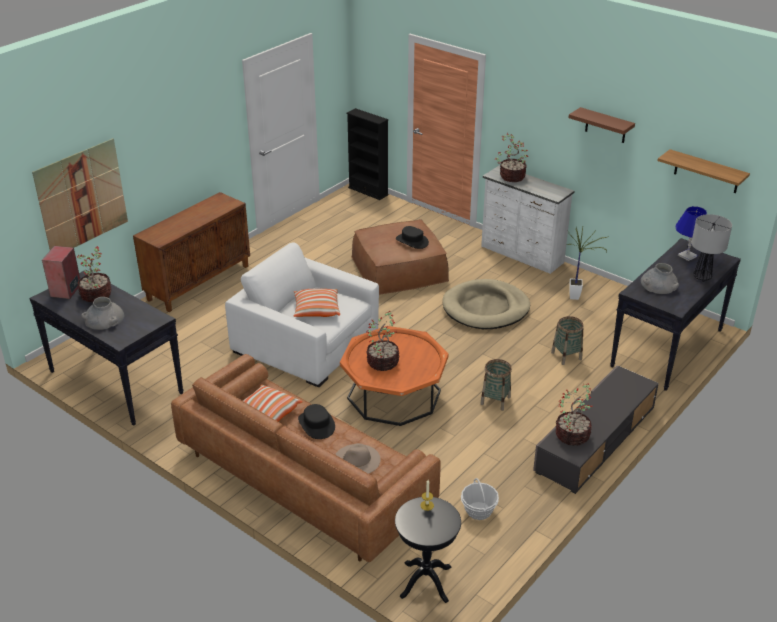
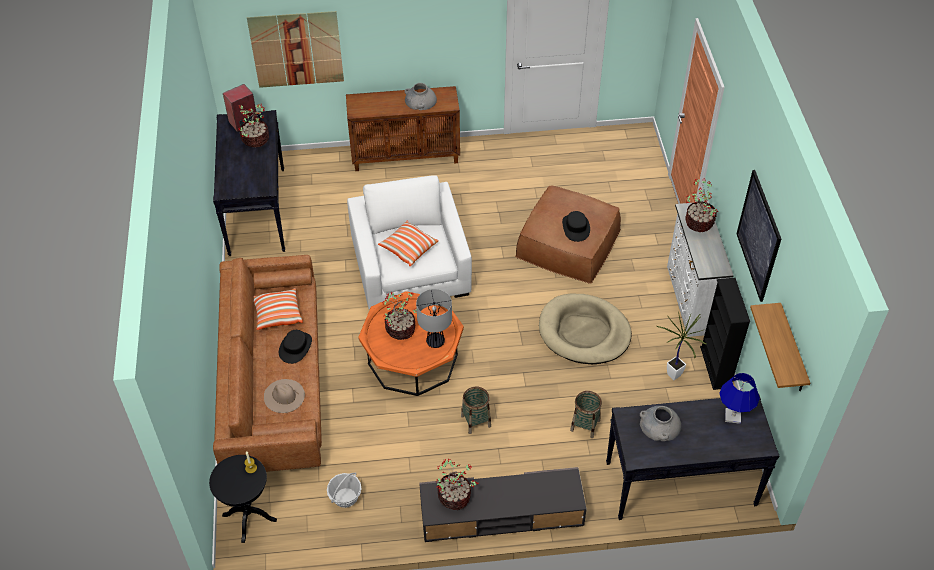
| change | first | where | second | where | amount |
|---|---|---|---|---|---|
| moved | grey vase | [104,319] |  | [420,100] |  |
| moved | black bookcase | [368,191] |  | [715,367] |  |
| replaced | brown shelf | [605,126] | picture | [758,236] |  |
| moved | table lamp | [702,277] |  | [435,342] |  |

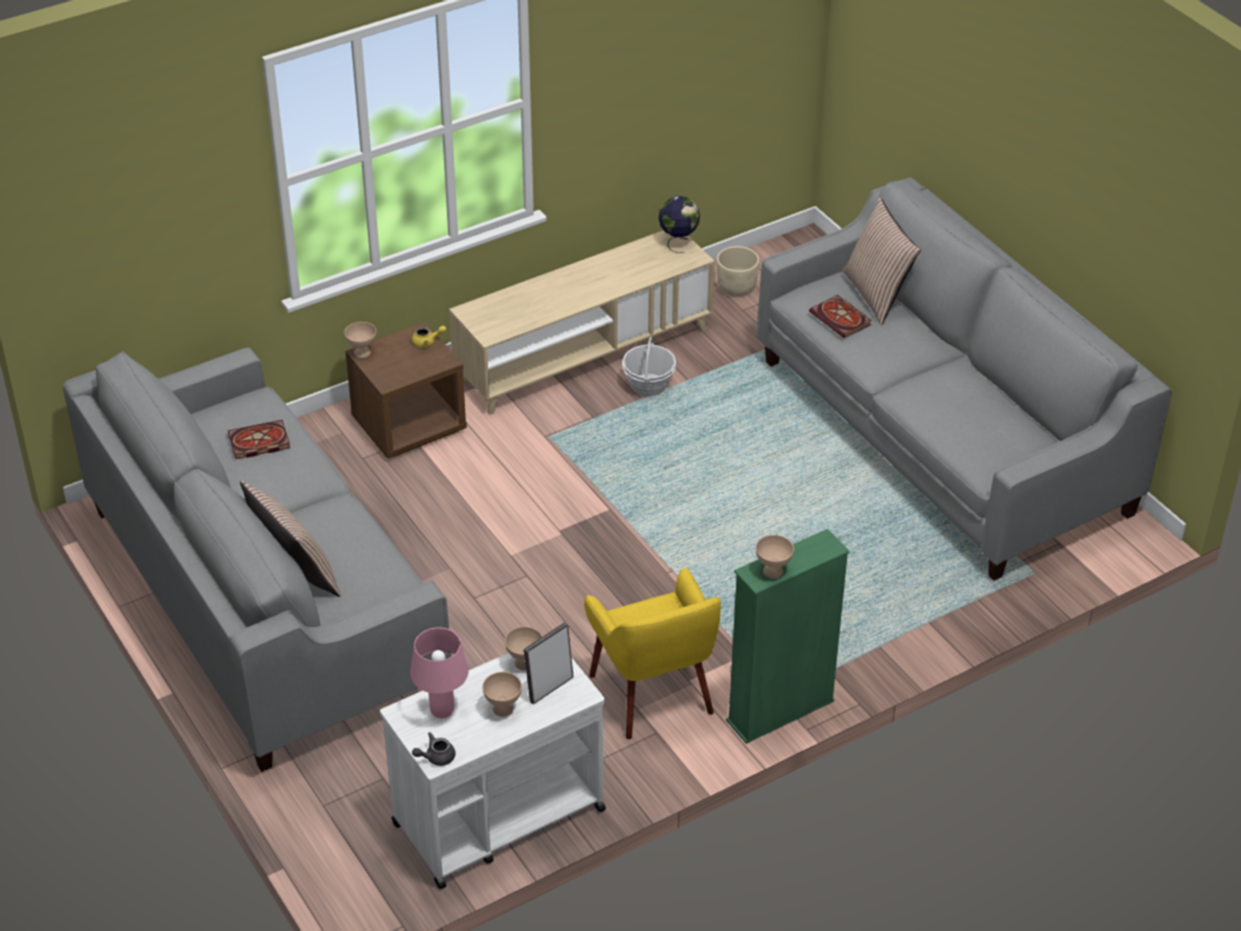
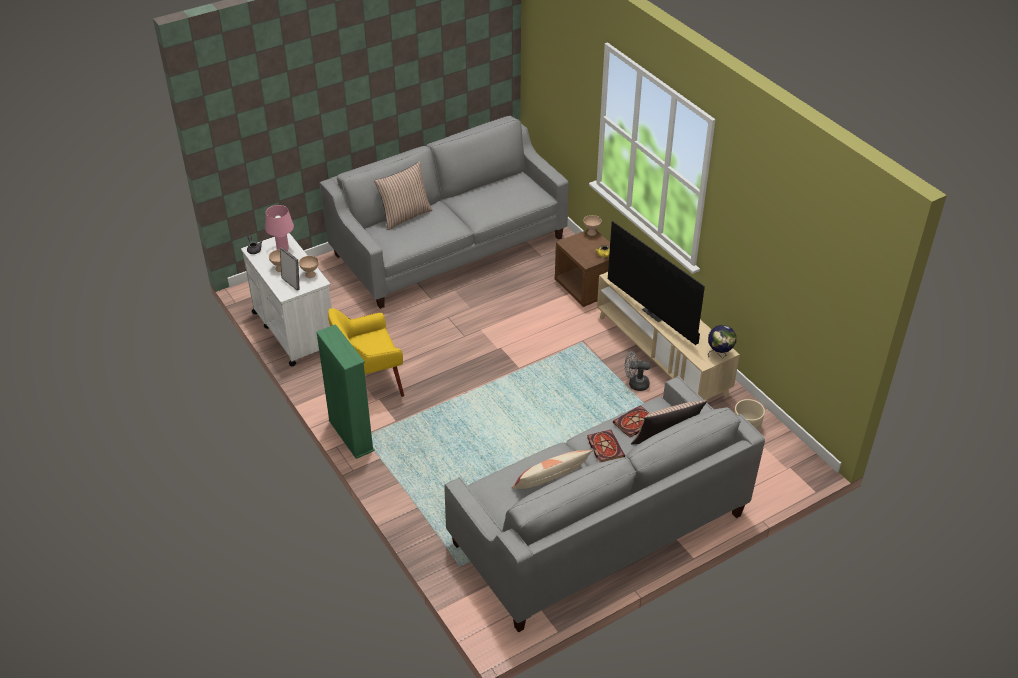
| change | first | where | second | where | amount |
|---|---|---|---|---|---|
| moved | book | [257,442] |  | [604,447] |  |
| replaced | basket | [648,385] | grey fan | [635,384] |  |
| removed | beige bowl | [773,571] |  |  |  |
| added |  |  | pillow | [551,480] |  |
| added |  |  | television | [656,313] |  |

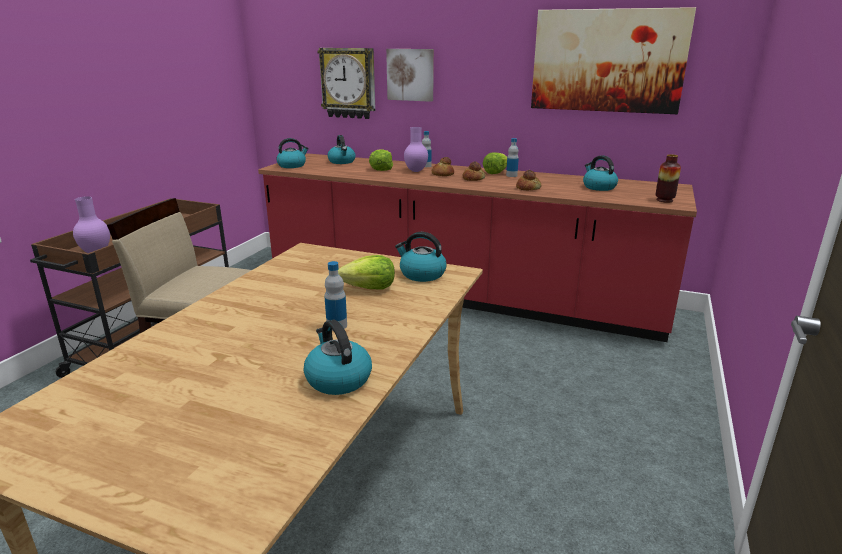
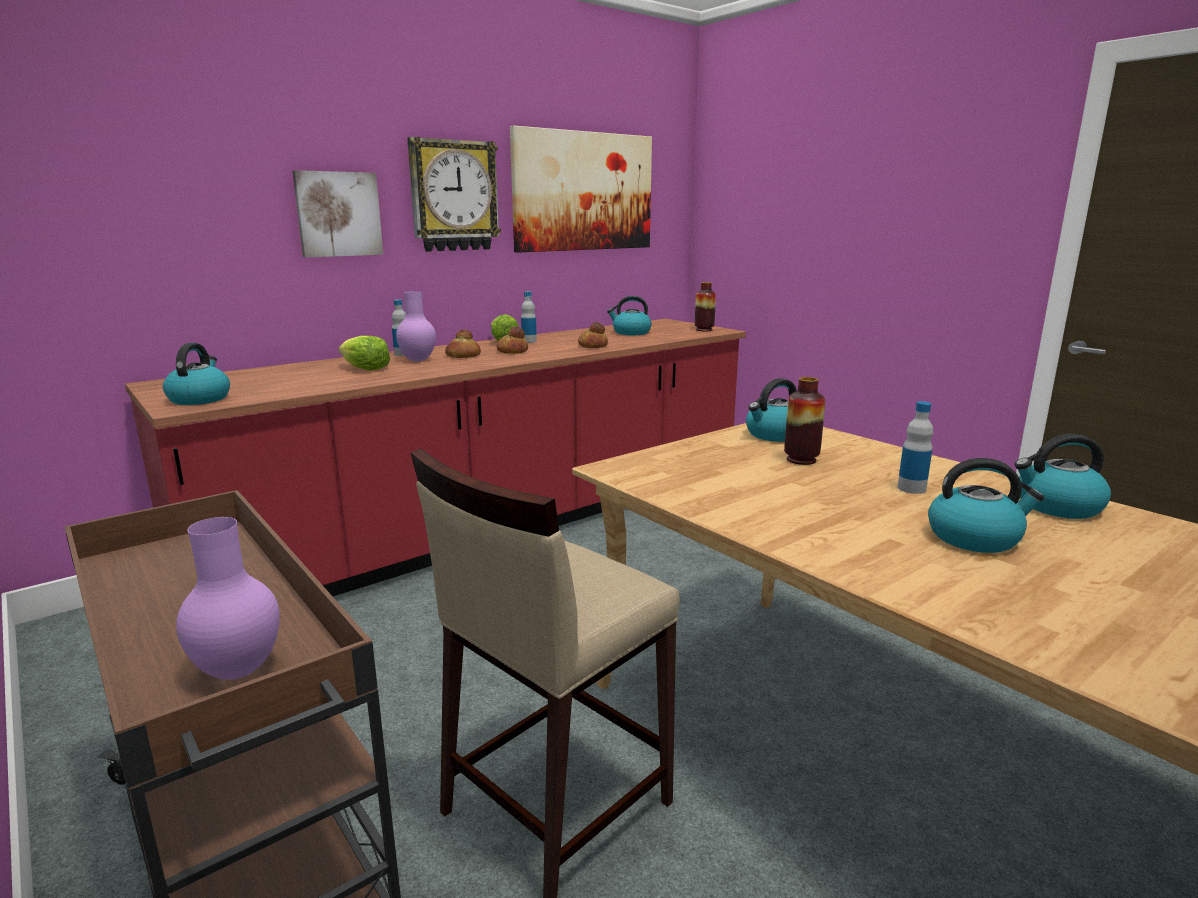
| change | first | where | second | where | amount |
|---|---|---|---|---|---|
| moved | wall clock | [348,83] |  | [453,196] |  |
| moved | kettle | [342,162] |  | [975,538] |  |
| replaced | lettuce | [369,288] | vase | [801,460] |  |

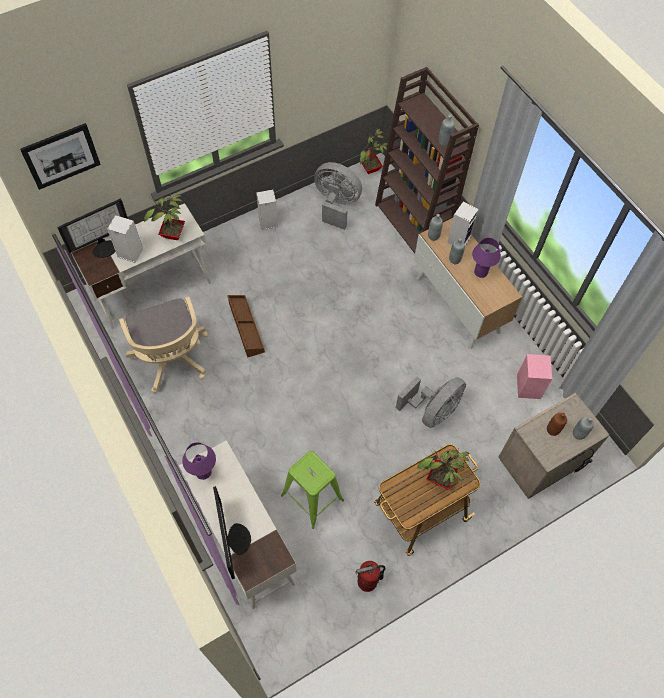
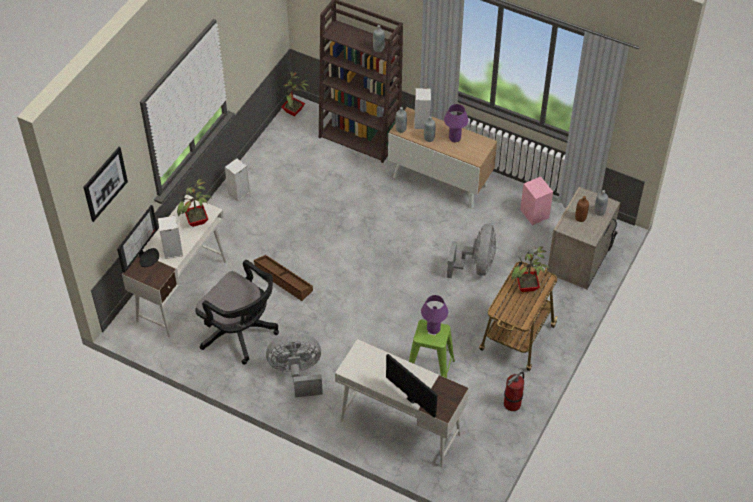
| change | first | where | second | where | amount |
|---|---|---|---|---|---|
| recoloured | beige office chair | [172,360] | black office chair | [241,334] |  |
| moved | purple table lamp | [203,472] |  | [433,329] |  |
| moved | grey fan | [336,205] |  | [297,374] |  |

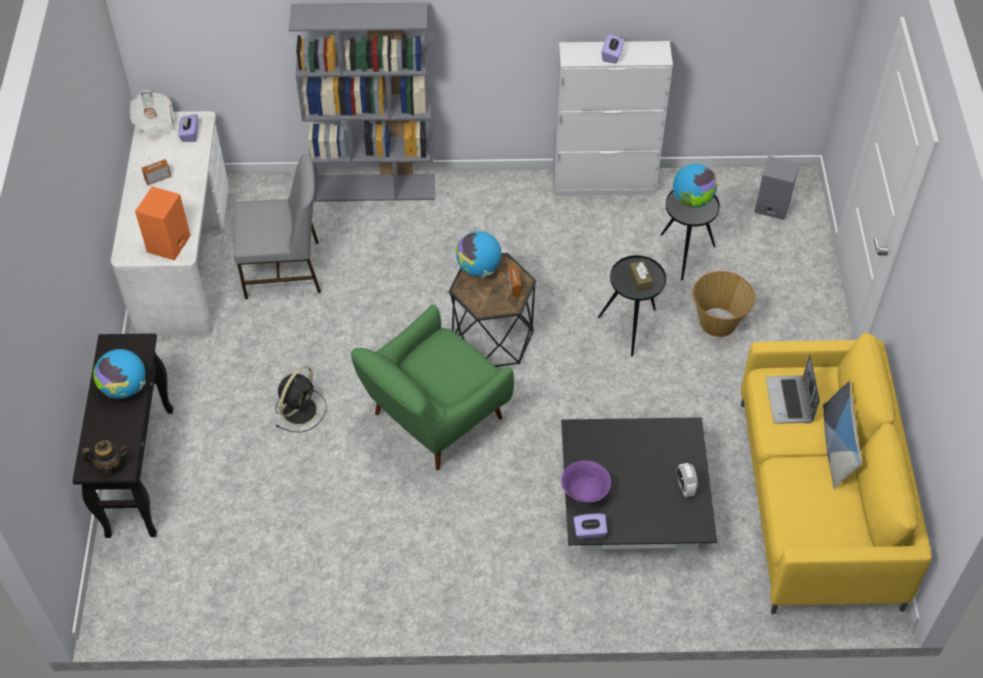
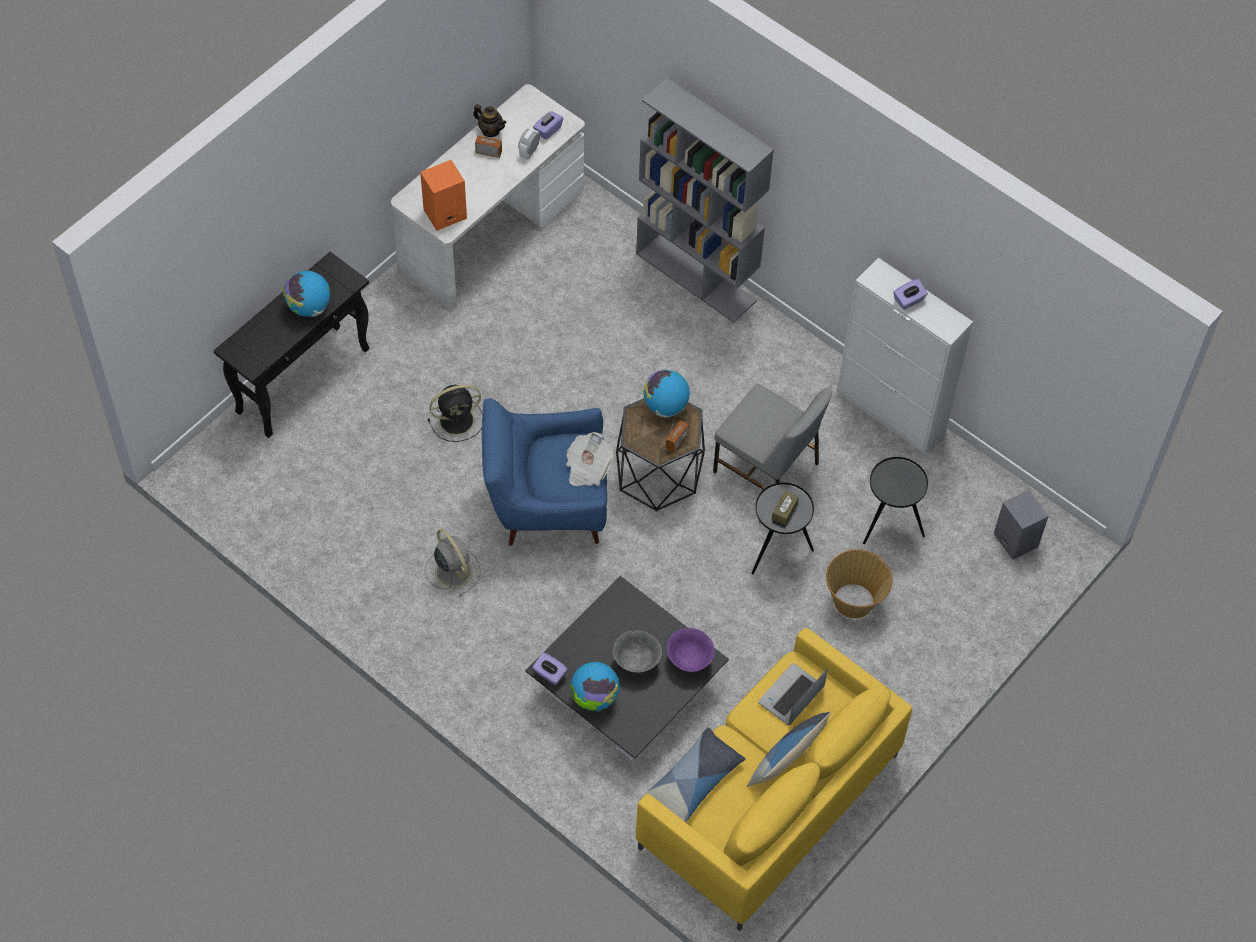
| change | first | where | second | where | amount |
|---|---|---|---|---|---|
| moved | teapot | [110,465] |  | [490,130] |  |
| moved | newspaper | [154,124] |  | [587,468] |  |
| moved | grey chair | [284,270] |  | [767,469] |  |
| recoloured | green armchair | [433,420] | blue armchair | [545,504] |  |
| moved | purple bowl | [585,492] |  | [689,660] |  |
| moved | globe | [692,201] |  | [594,697] |  |
| moved | alarm clock | [685,487] |  | [529,152] |  |
| added |  |  | grey fan | [453,569] |  |
| added |  |  | grey bowl | [636,661] |  |
| added |  |  | pillow | [694,782] |  |

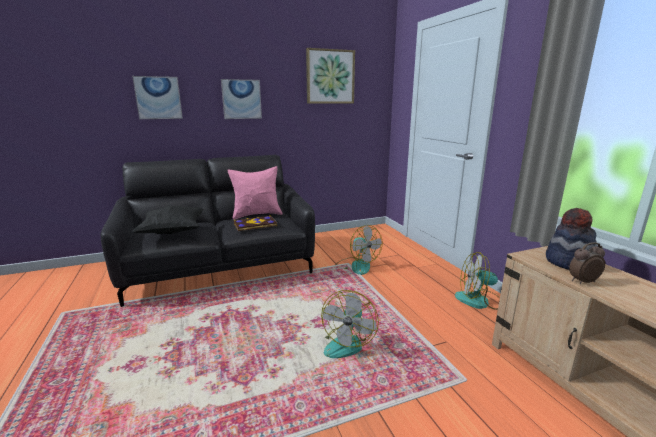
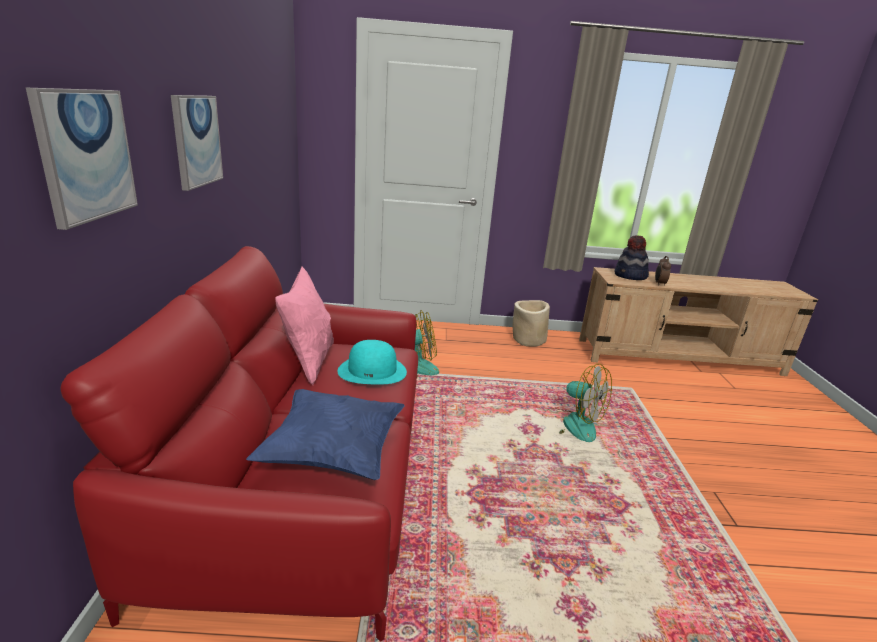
| change | first | where | second | where | amount |
|---|---|---|---|---|---|
| recoloured | black sofa | [220,266] | red sofa | [304,483] |  |
| recoloured | black pillow | [173,232] | blue pillow | [333,453] |  |
| replaced | book | [255,225] | turquoise hat | [372,371] |  |
| removed | picture | [330,77] |  |  |  |
| replaced | fan | [479,301] | beige planter | [528,340] |  |

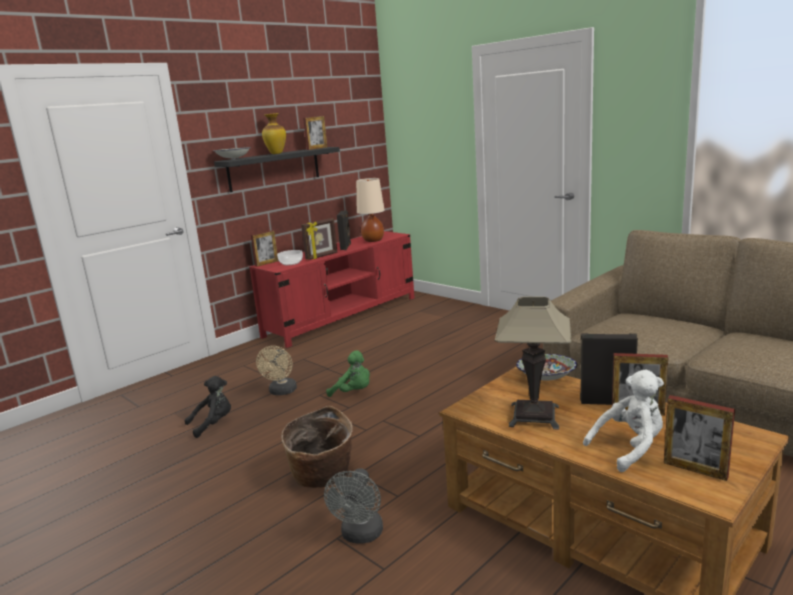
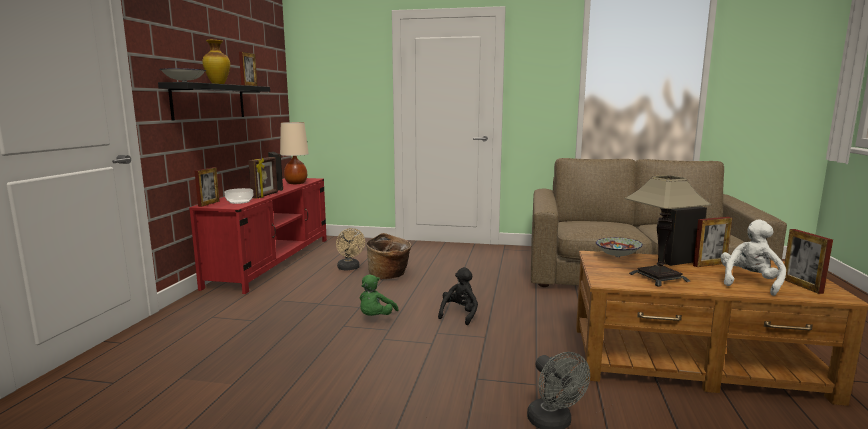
| change | first | where | second | where | amount |
|---|---|---|---|---|---|
| moved | black plush toy | [213,424] |  | [459,314] |  |
| moved | beige fan | [281,392] |  | [349,268] |  |
| moved | basket | [322,477] |  | [389,276] |  |
| turned | green plush toy | [353,392] |  | [375,317] | 120 degrees clockwise |
| turned | picture frame | [695,469] |  | [802,286] | 75 degrees clockwise |

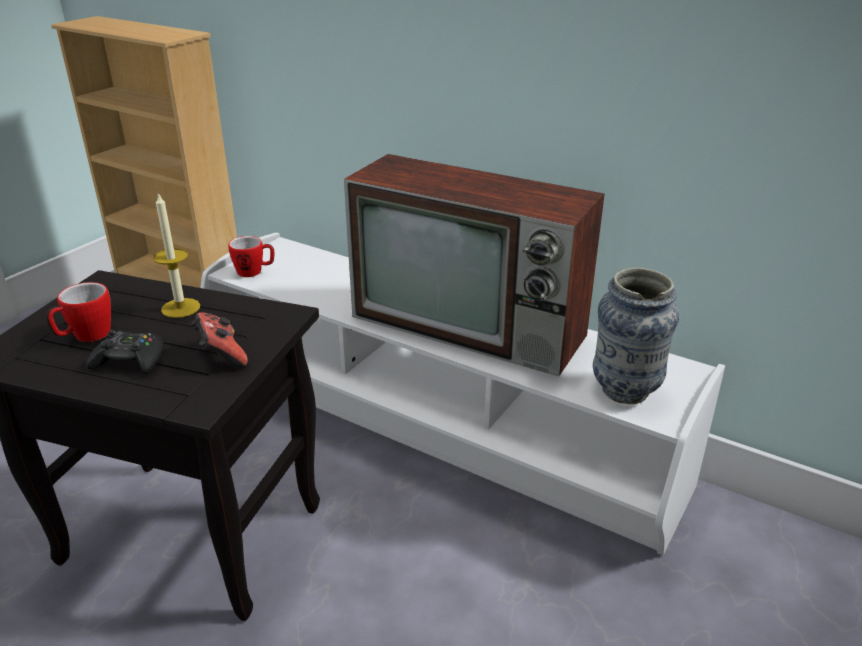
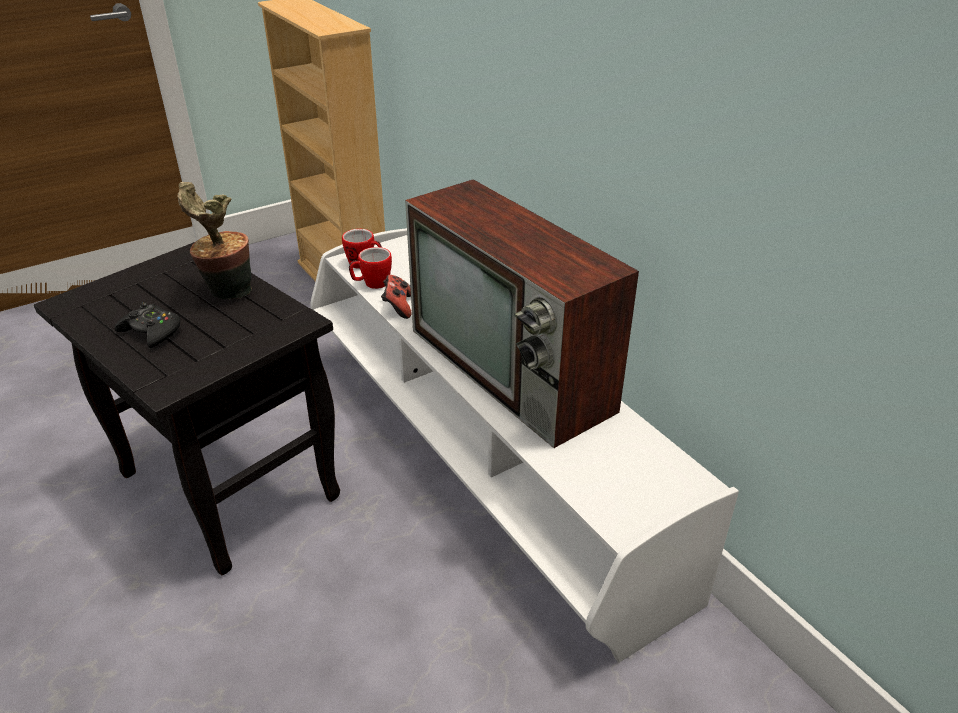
| change | first | where | second | where | amount |
|---|---|---|---|---|---|
| moved | mug | [86,336] |  | [372,284] |  |
| replaced | candle | [180,308] | potted plant | [226,292] |  |
| moved | game controller | [221,356] |  | [398,307] |  |
| removed | vase | [625,391] |  |  |  |

